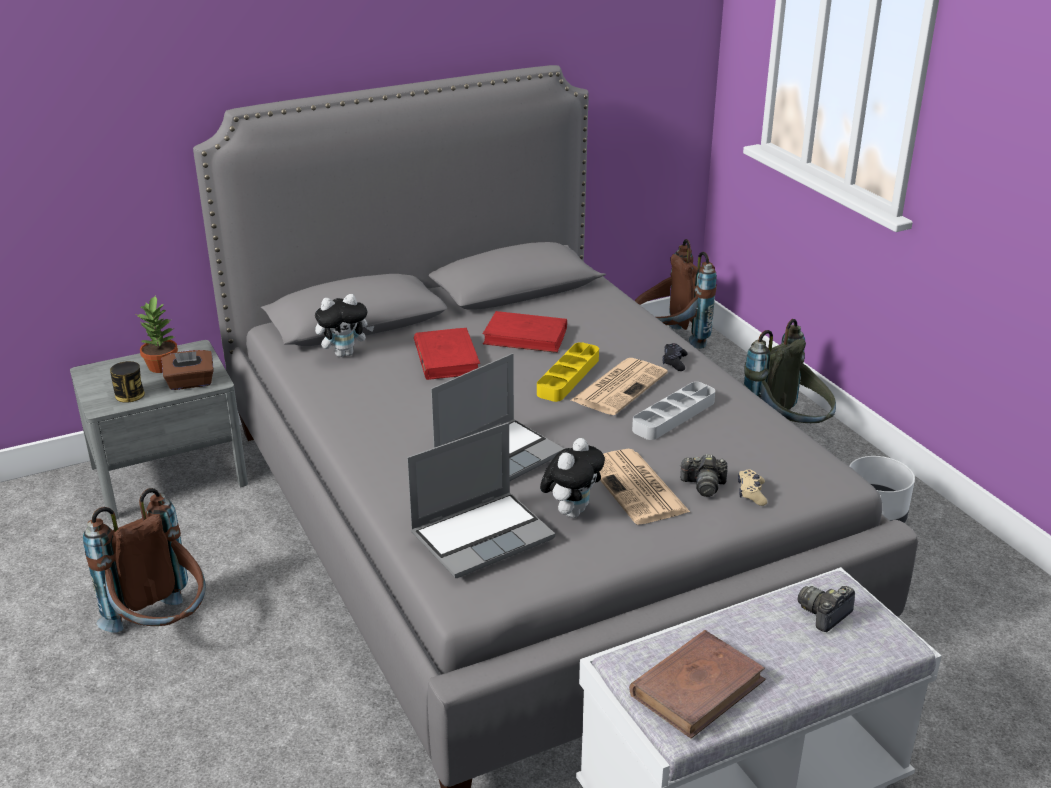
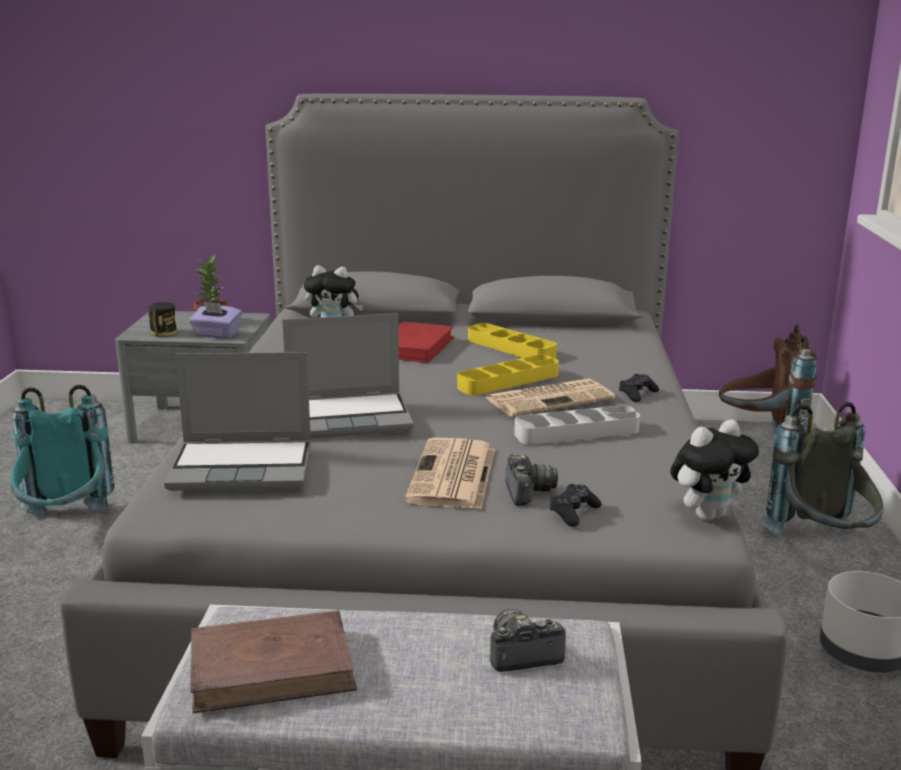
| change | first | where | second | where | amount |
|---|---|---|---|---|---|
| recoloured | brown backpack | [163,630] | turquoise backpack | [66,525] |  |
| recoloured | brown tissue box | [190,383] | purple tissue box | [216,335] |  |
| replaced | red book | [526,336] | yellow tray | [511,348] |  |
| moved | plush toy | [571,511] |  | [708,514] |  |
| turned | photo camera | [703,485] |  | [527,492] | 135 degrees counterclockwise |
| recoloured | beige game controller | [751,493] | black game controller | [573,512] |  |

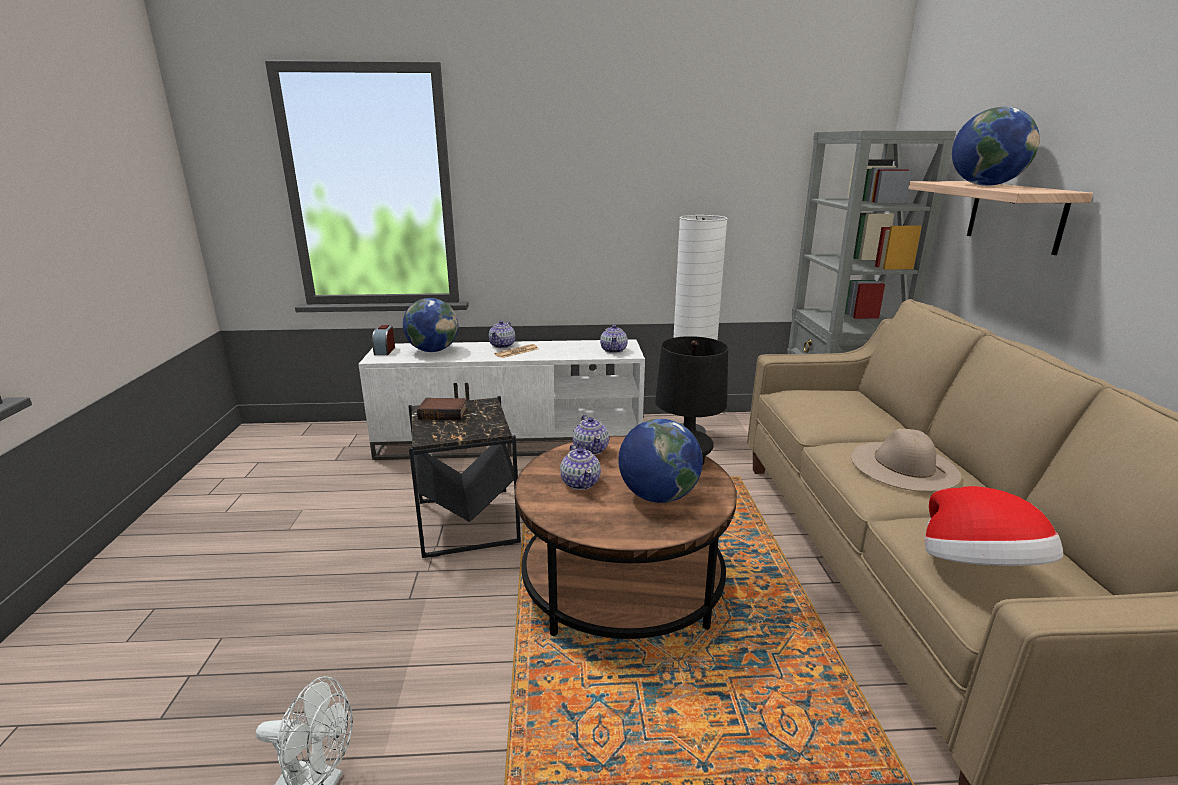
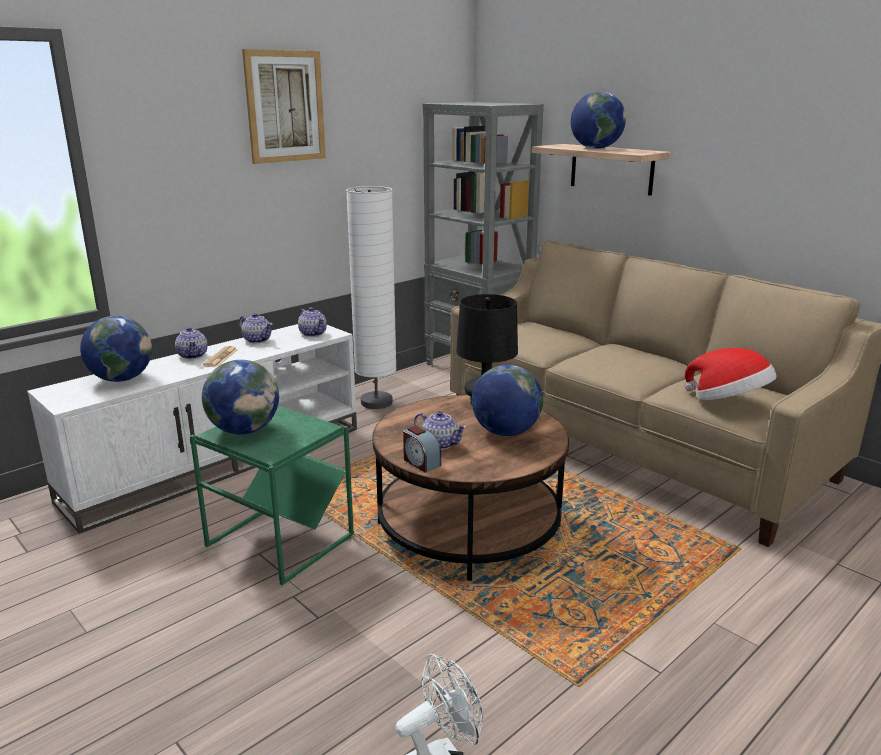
| change | first | where | second | where | amount |
|---|---|---|---|---|---|
| moved | alarm clock | [384,351] |  | [421,462] |  |
| recoloured | black side table | [468,521] | green side table | [280,540] |  |
| replaced | book | [444,413] | globe | [244,430] |  |
| moved | teapot | [591,449] |  | [257,340] |  |
| removed | beige hat | [903,465] |  |  |  |
| added |  |  | picture | [285,107] |  |

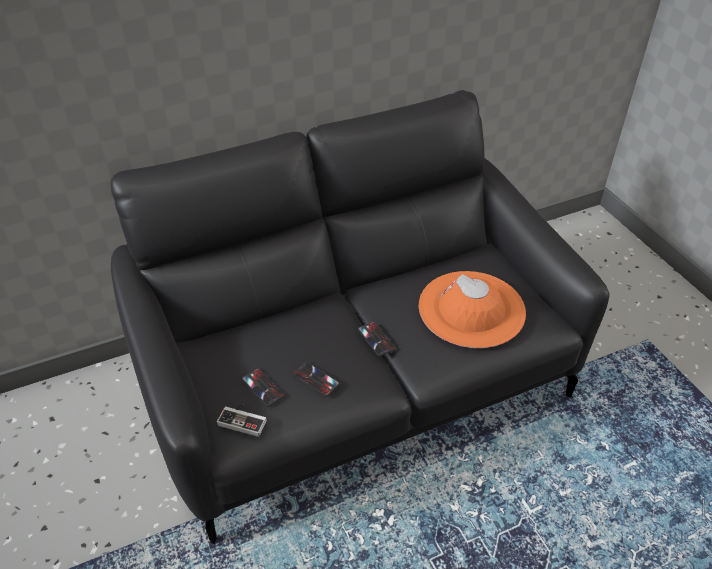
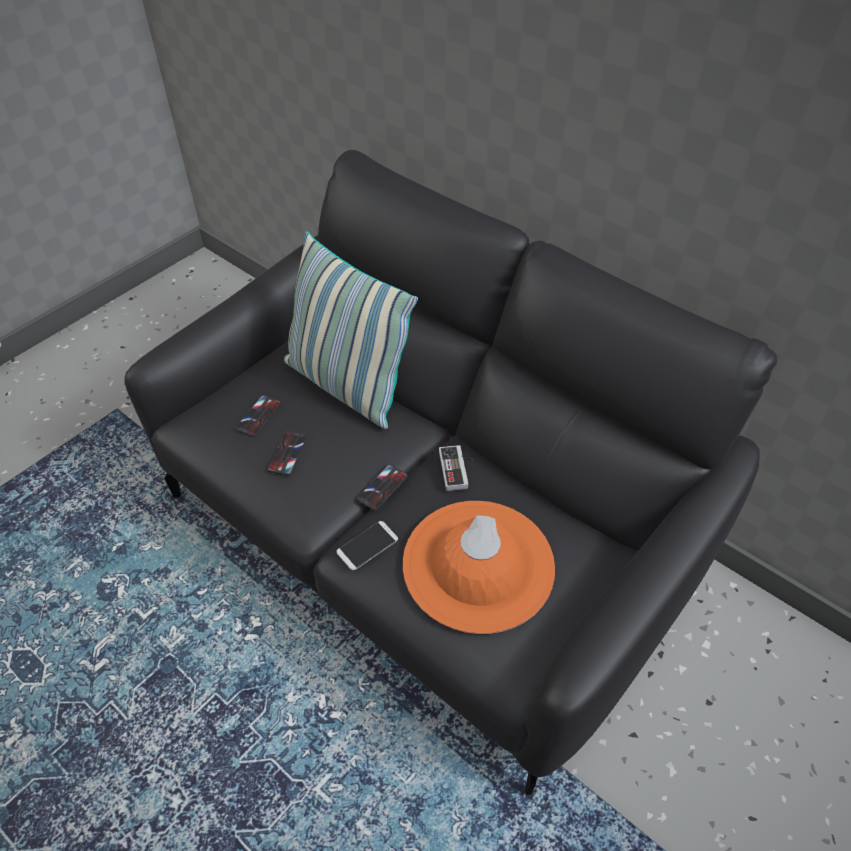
| change | first | where | second | where | amount |
|---|---|---|---|---|---|
| moved | game controller | [244,419] |  | [458,469] |  |
| added |  |  | pillow | [346,385] |  |
| added |  |  | phone | [367,546] |  |

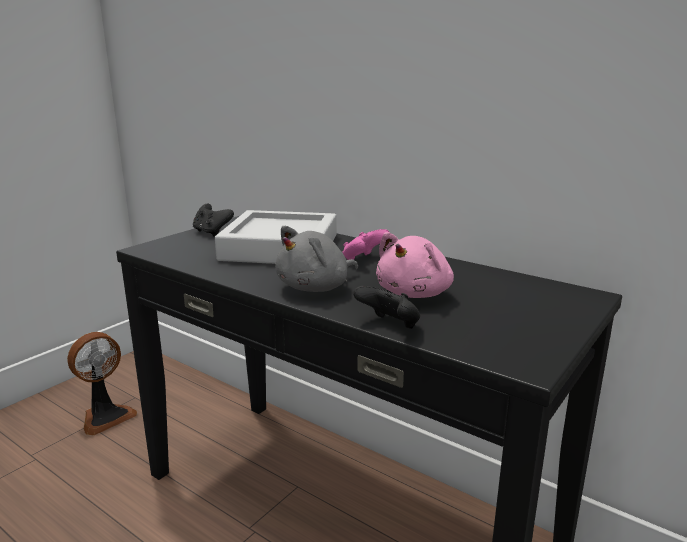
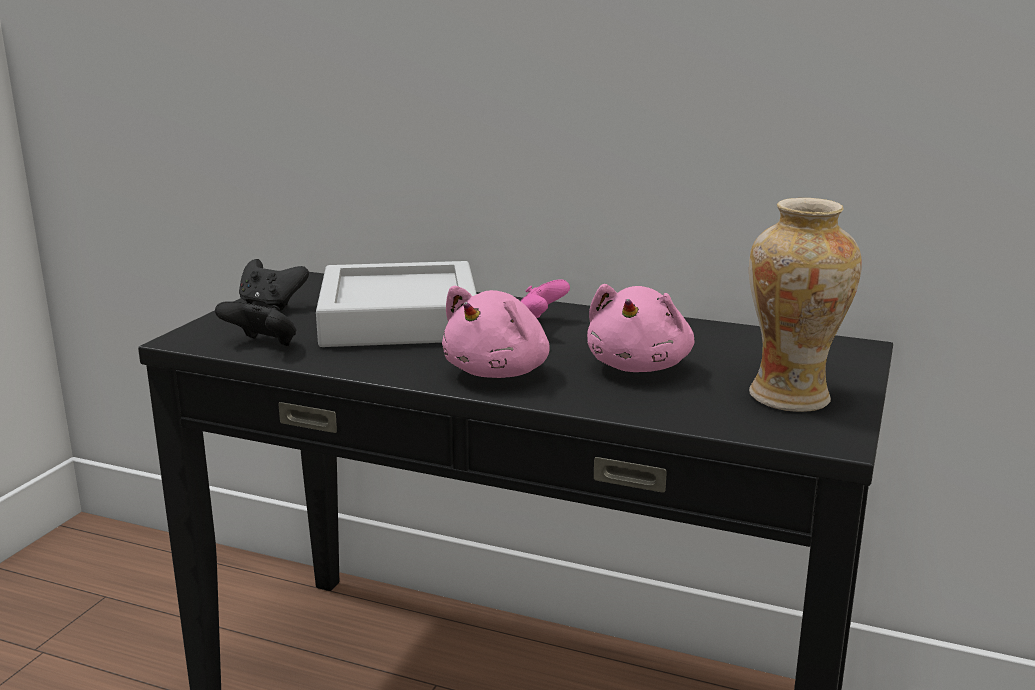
| change | first | where | second | where | amount |
|---|---|---|---|---|---|
| removed | fan | [105,417] |  |  |  |
| recoloured | grey plush toy | [316,287] | pink plush toy | [500,372] |  |
| moved | black game controller | [389,325] |  | [262,345] |  |
| added |  |  | vase | [790,397] |  |

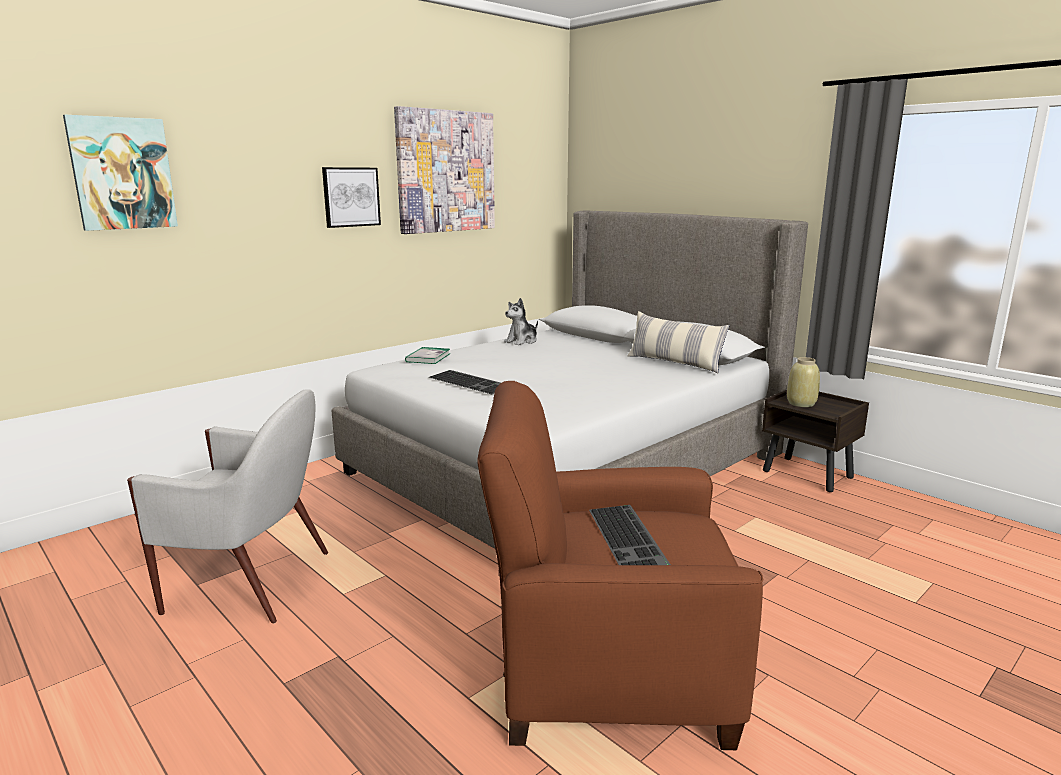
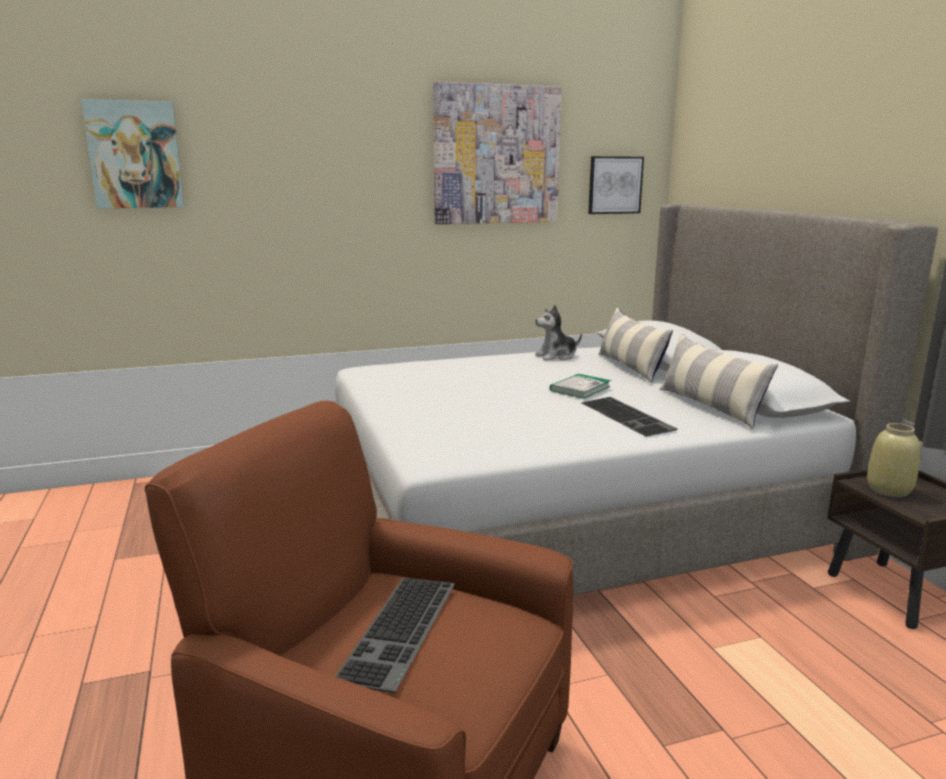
| change | first | where | second | where | amount |
|---|---|---|---|---|---|
| removed | white armchair | [253,582] |  |  |  |
| moved | picture | [351,197] |  | [614,185] |  |
| moved | book | [428,357] |  | [580,388] |  |
| moved | keyboard | [471,382] |  | [628,416] |  |
| added |  |  | pillow | [630,367] |  |

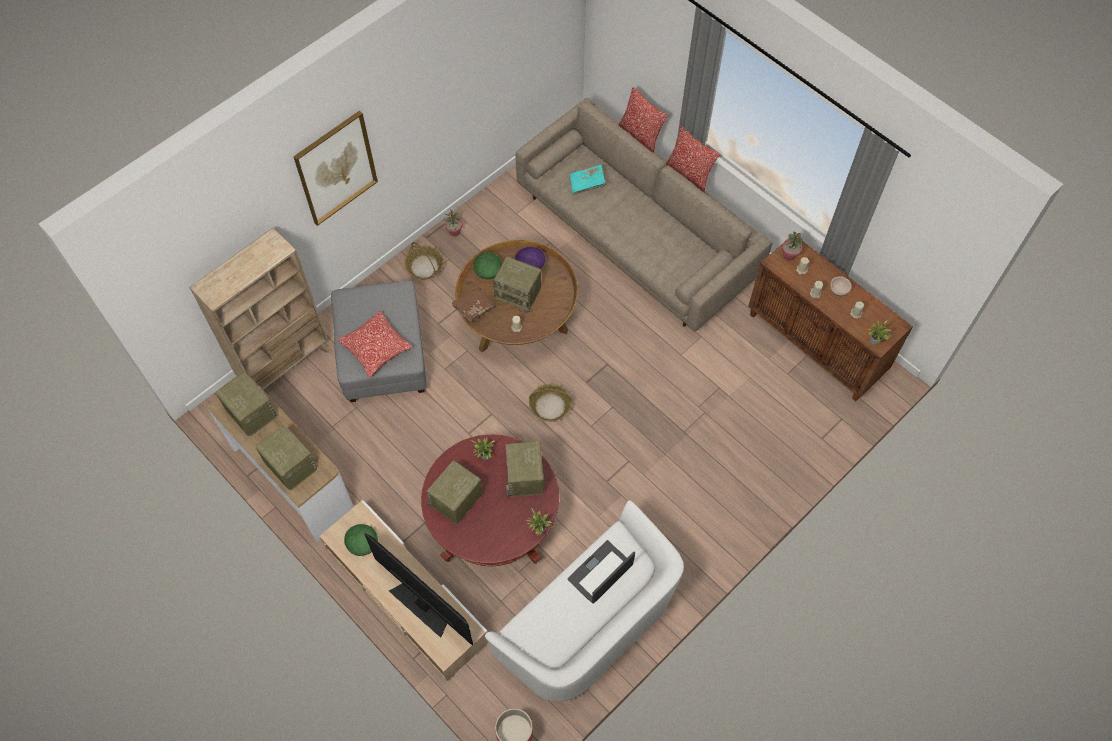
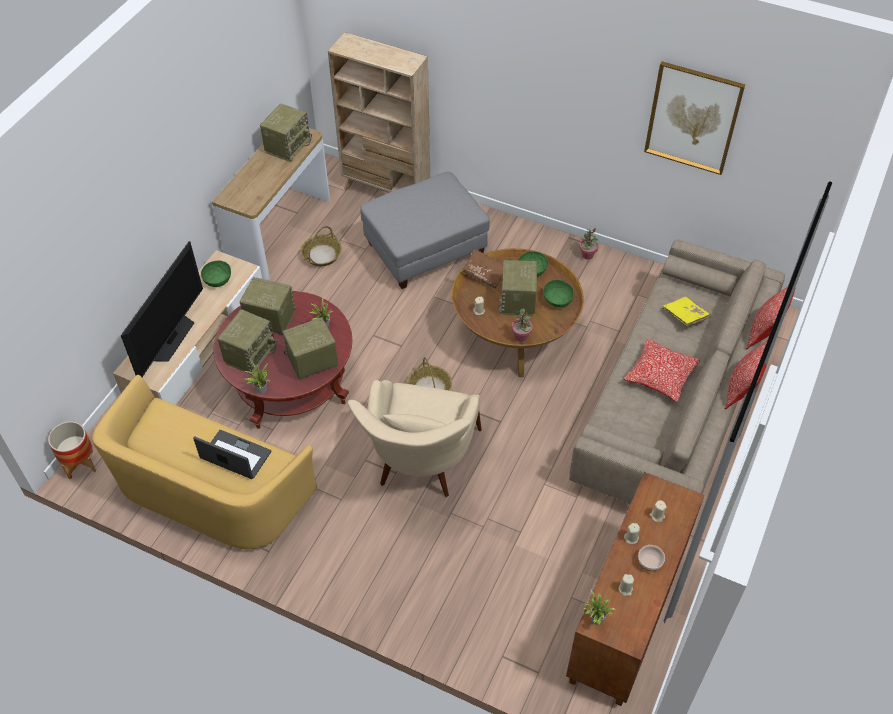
| change | first | where | second | where | amount |
|---|---|---|---|---|---|
| moved | radio | [290,466] |  | [250,354] |  |
| moved | picture | [336,168] |  | [693,118] |  |
| moved | pillow | [376,348] |  | [660,376] |  |
| moved | basket | [425,266] |  | [322,255] |  |
| recoloured | white sofa | [590,621] | yellow sofa | [210,490] |  |
| recoloured | purple bowl | [530,264] | green bowl | [557,300] |  |
| recoloured | turquoise book | [587,183] | yellow book | [685,316] |  |
| moved | potted plant | [789,255] |  | [521,336] |  |
| added |  |  | beige armchair | [419,467] |  |

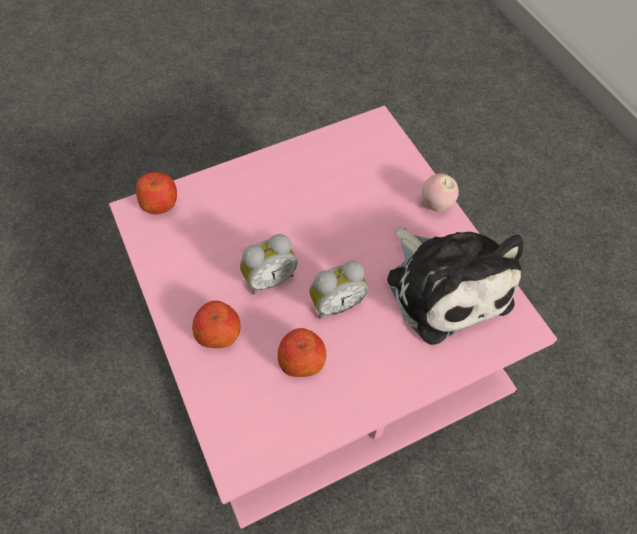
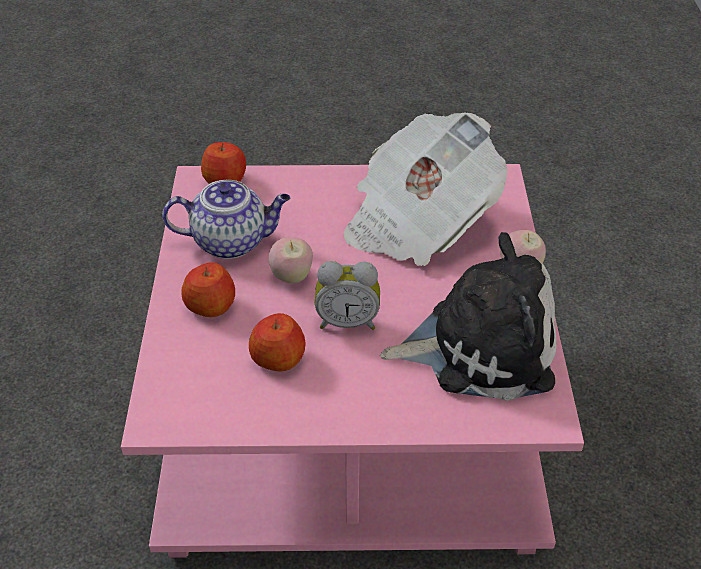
| change | first | where | second | where | amount |
|---|---|---|---|---|---|
| replaced | alarm clock | [269,278] | apple | [292,277] |  |
| turned | plush toy | [445,285] |  | [480,346] | 90 degrees counterclockwise |
| added |  |  | teapot | [232,241] |  |
| added |  |  | newspaper | [418,221] |  |

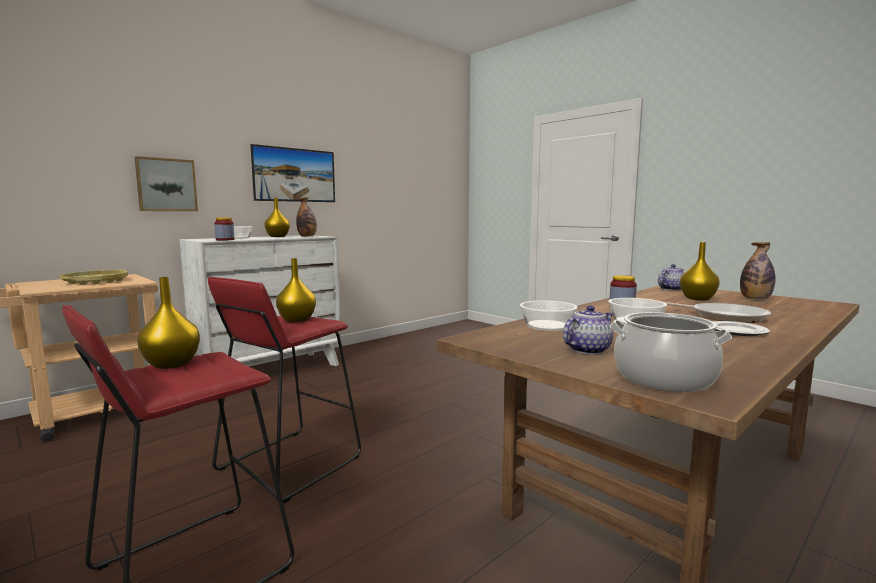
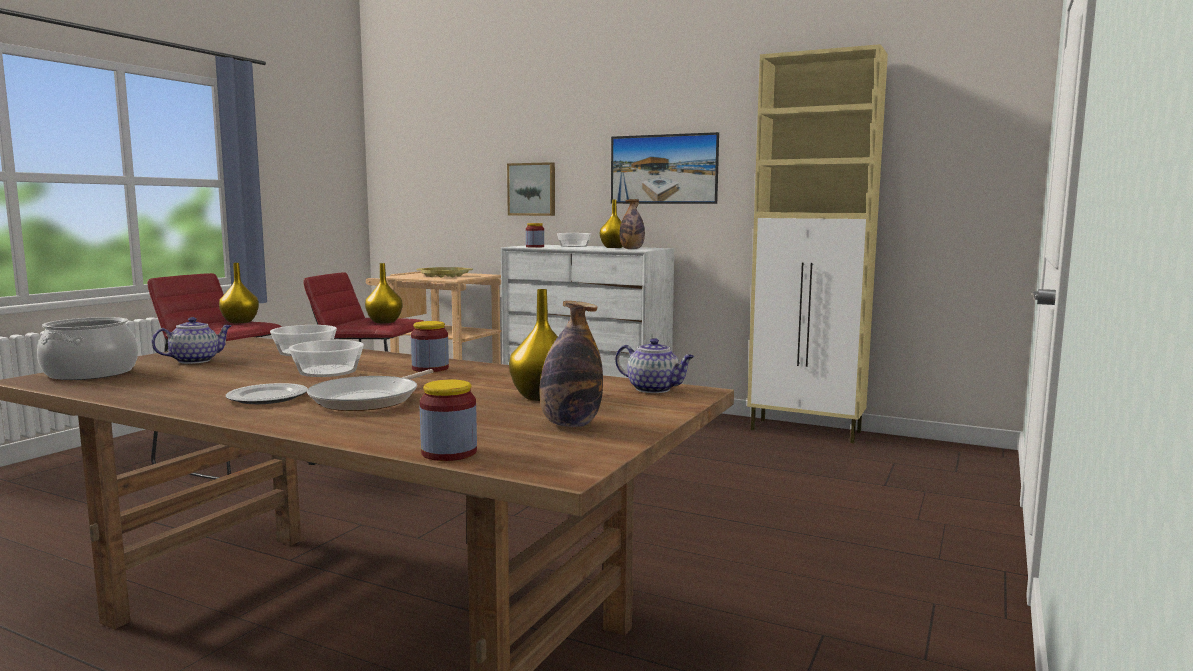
| change | first | where | second | where | amount |
|---|---|---|---|---|---|
| turned | teapot | [588,350] |  | [196,360] | 75 degrees counterclockwise |
| added |  |  | jar | [449,452] |  |
| added |  |  | beige cabinet | [807,431] |  |

